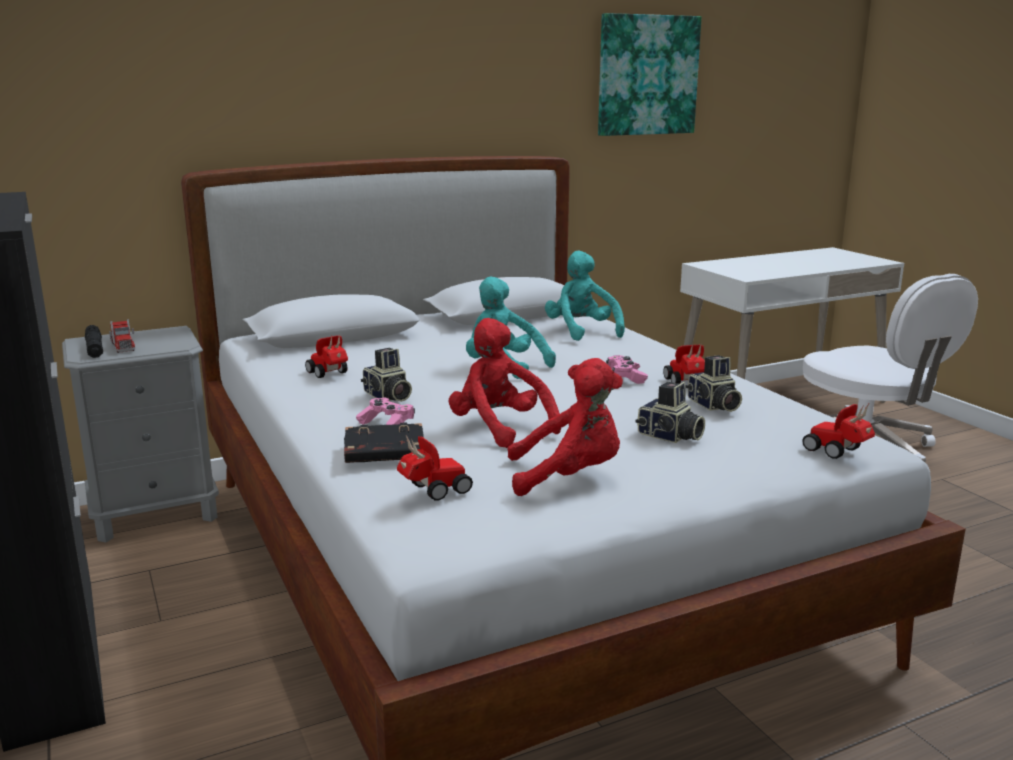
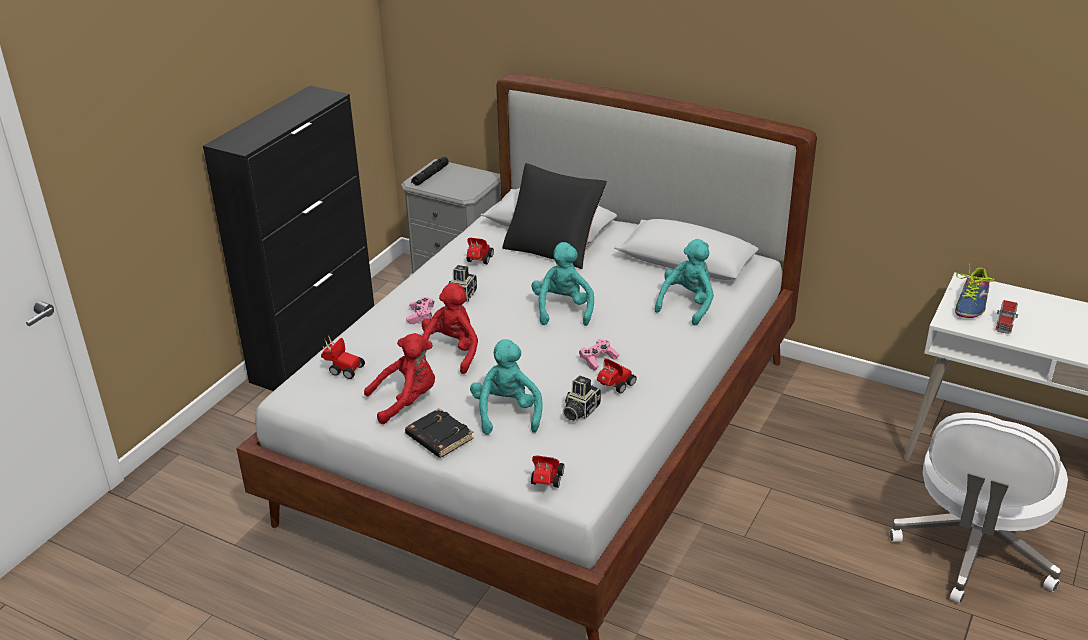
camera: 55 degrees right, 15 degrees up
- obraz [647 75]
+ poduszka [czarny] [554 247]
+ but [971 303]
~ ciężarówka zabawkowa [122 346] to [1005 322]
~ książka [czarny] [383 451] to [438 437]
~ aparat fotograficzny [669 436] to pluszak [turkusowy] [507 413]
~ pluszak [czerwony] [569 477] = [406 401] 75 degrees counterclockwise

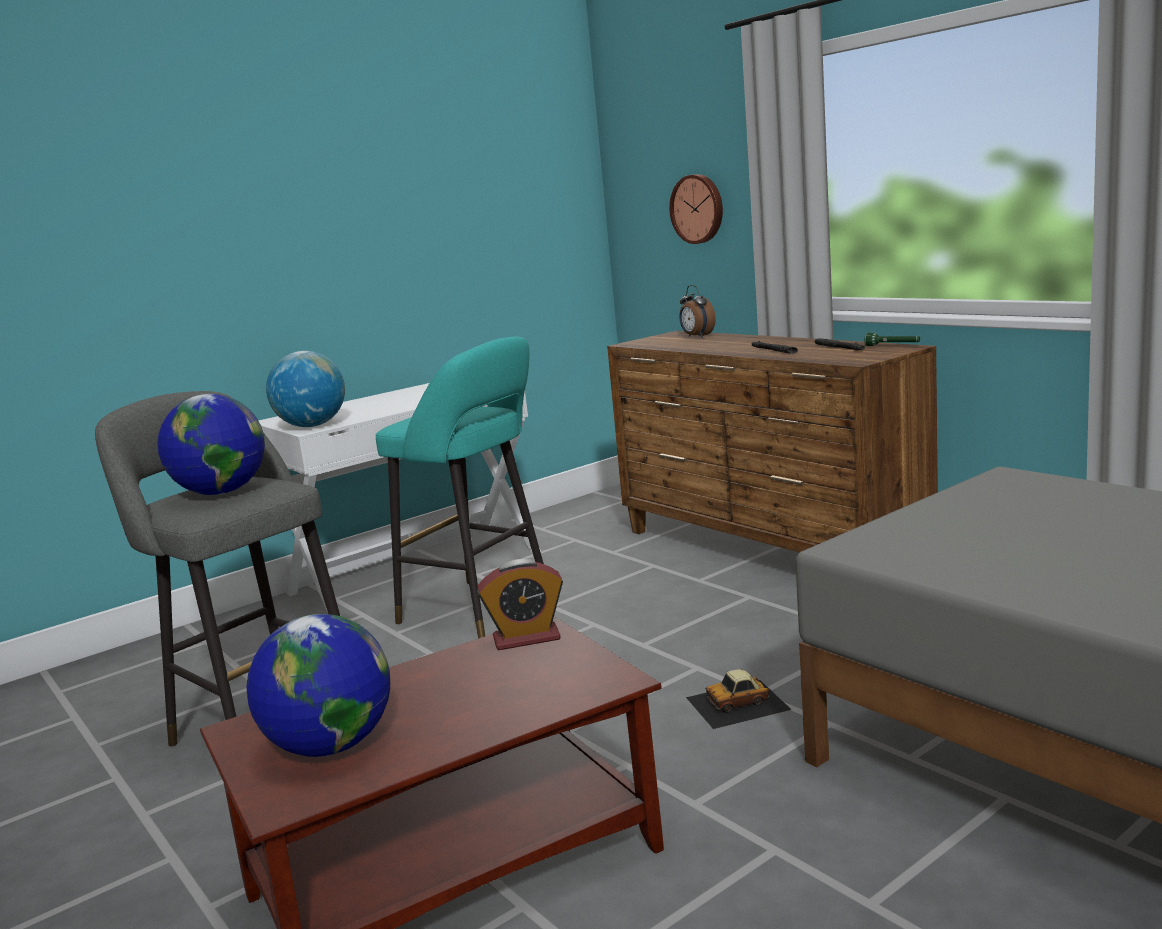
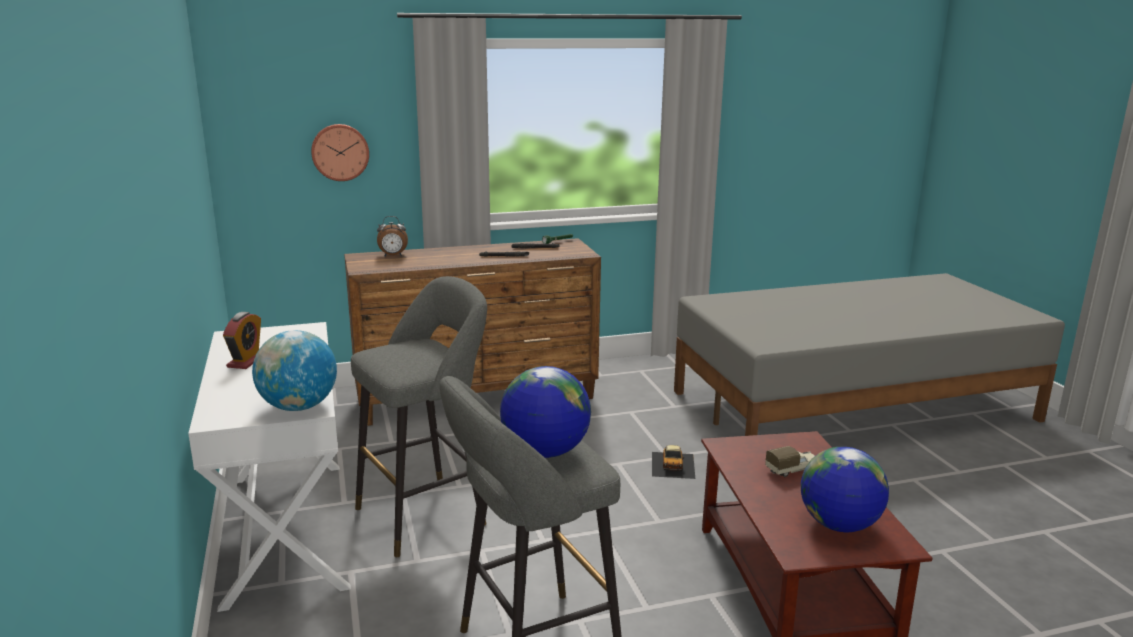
camera: 70 degrees left, 5 degrees up
+ ciężarówka zabawkowa [793 469]
~ budzik [526 638] to [246 361]
~ stołek [turkusowy] [482 610] to stołek [szary] [427 514]

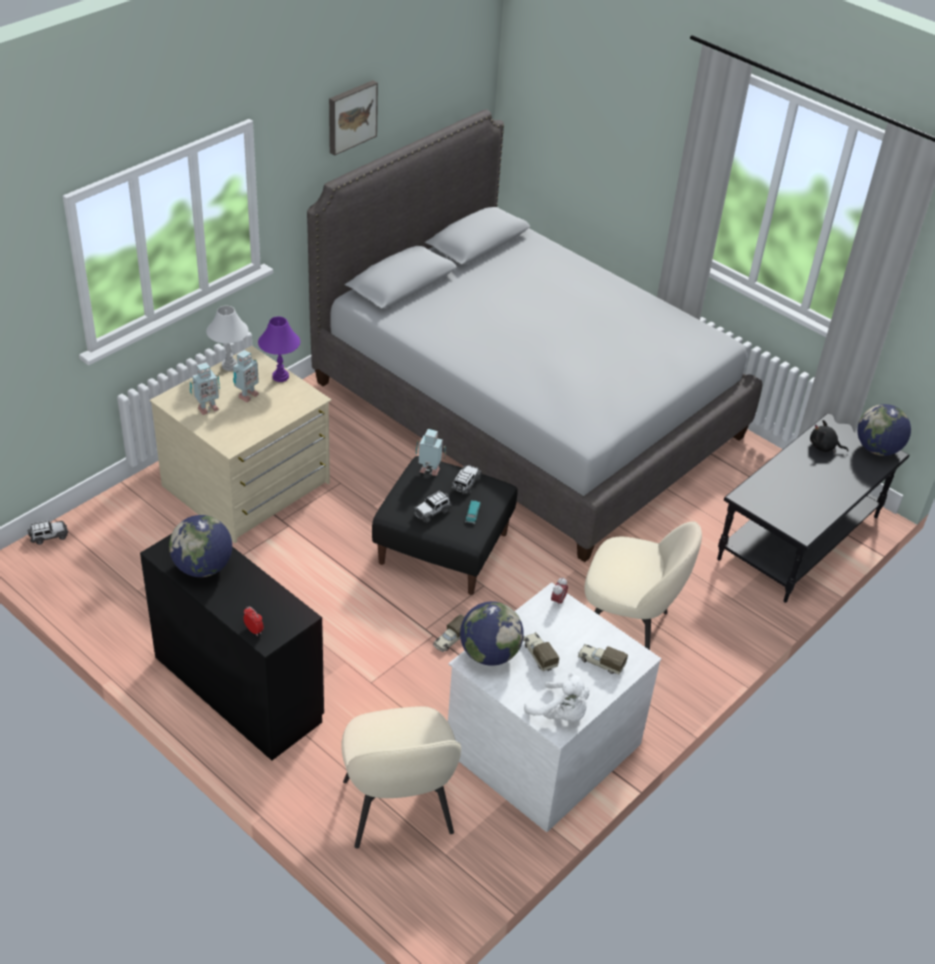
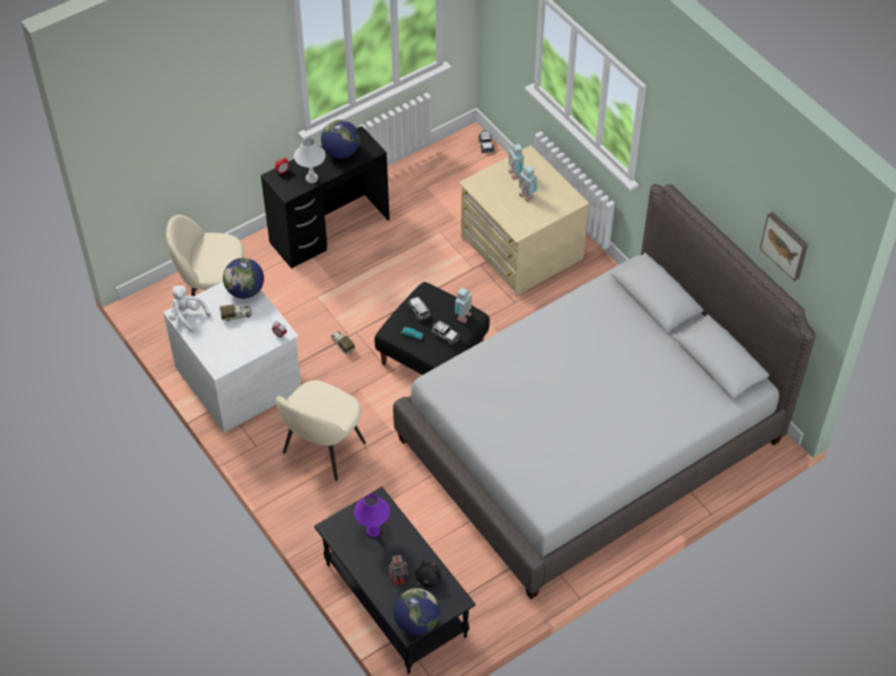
camera: 105 degrees right, 10 degrees up
- ciężarówka zabawkowa [600 663]
+ robot zabawkowy [399 578]
~ lampa stołowa [biały] [230 366] to [311 178]
~ lampa stołowa [fioletowy] [280 376] to [373 531]
~ obraz [351 116] to [786 245]
~ pluszak [biały] [560 714] = [187 317] 75 degrees clockwise

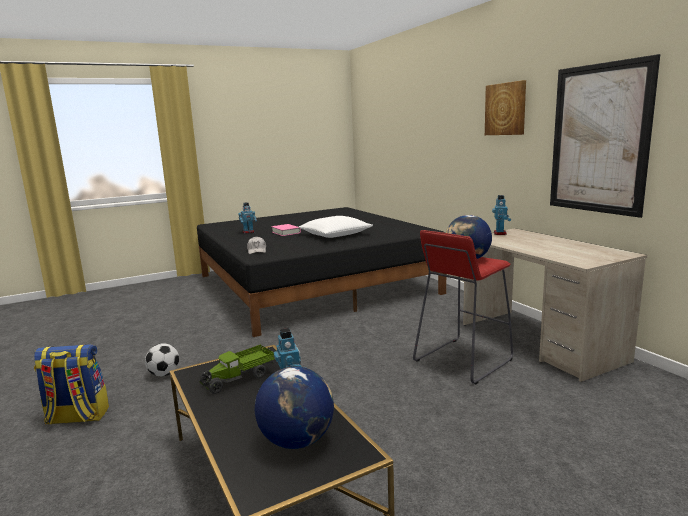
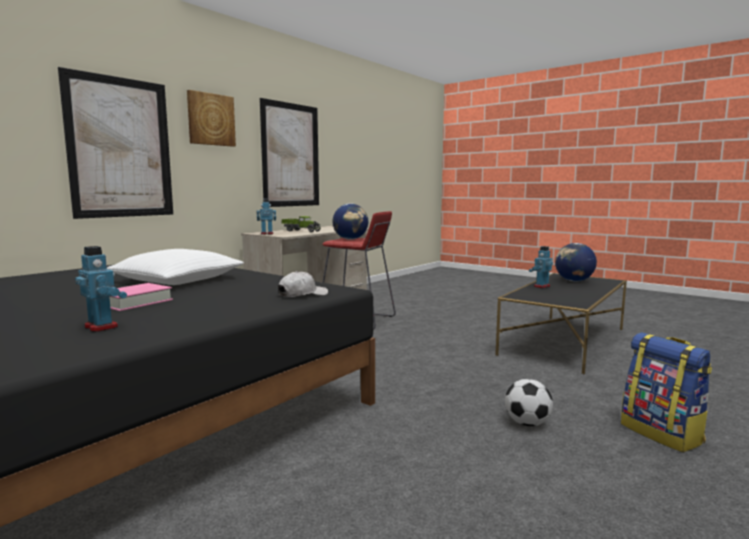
camera: 115 degrees left, 5 degrees down
+ obraz [120 148]
~ ciężarówka zabawkowa [239 379] to [301 231]

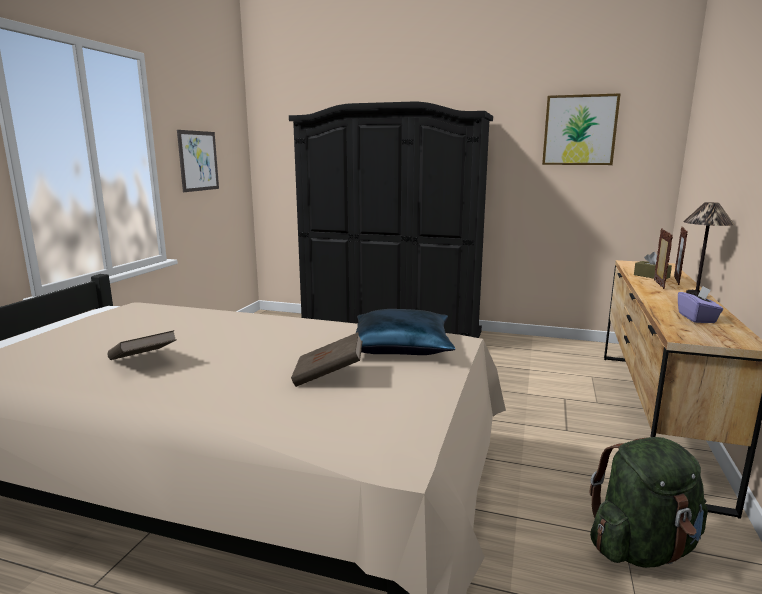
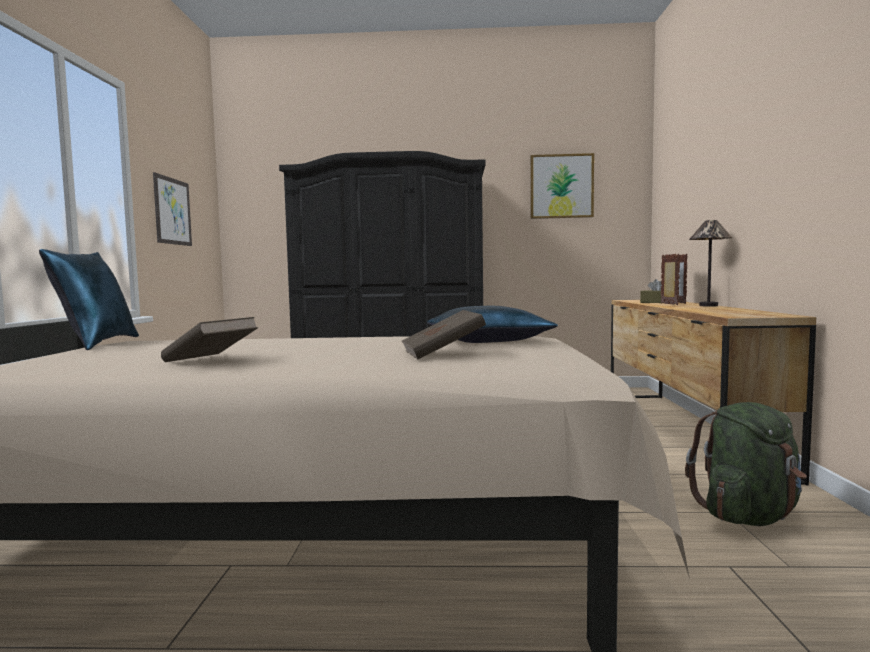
camera: 15 degrees left, 10 degrees down
- pudełko chusteczek [fioletowy] [697 318]
+ poduszka [niebieski] [97 344]

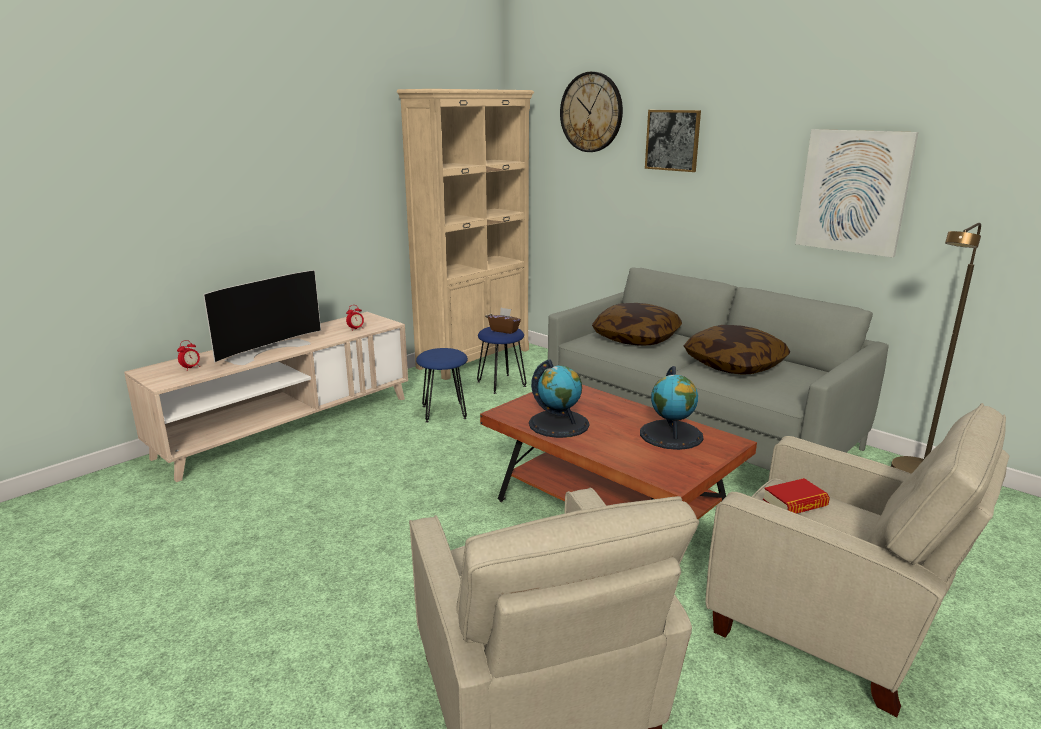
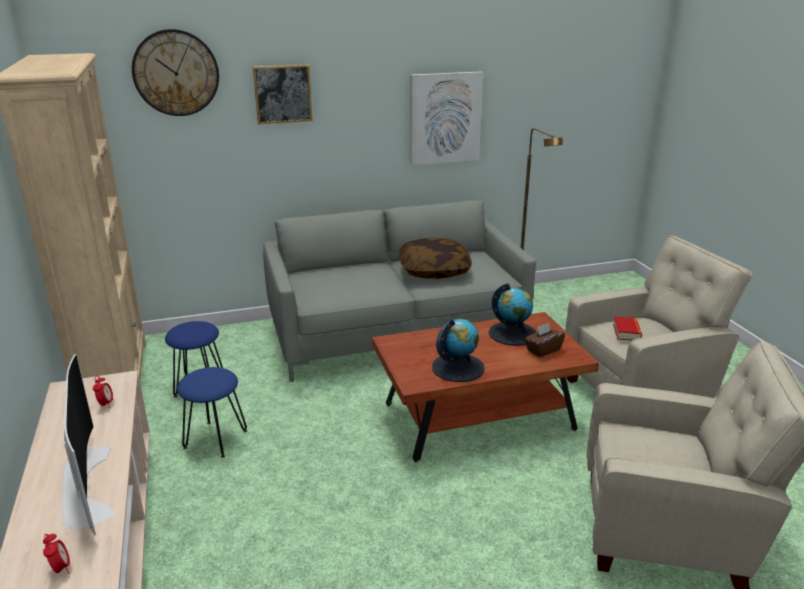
camera: 60 degrees left, 5 degrees up
- poduszka [636 338]
~ pudełko chusteczek [brązowy] [504 330] to [543 350]

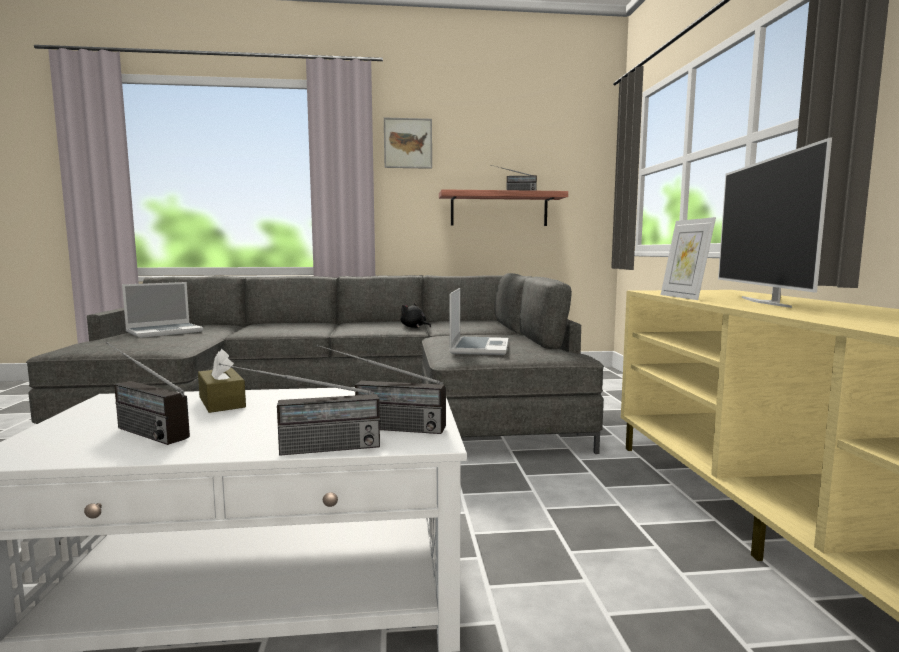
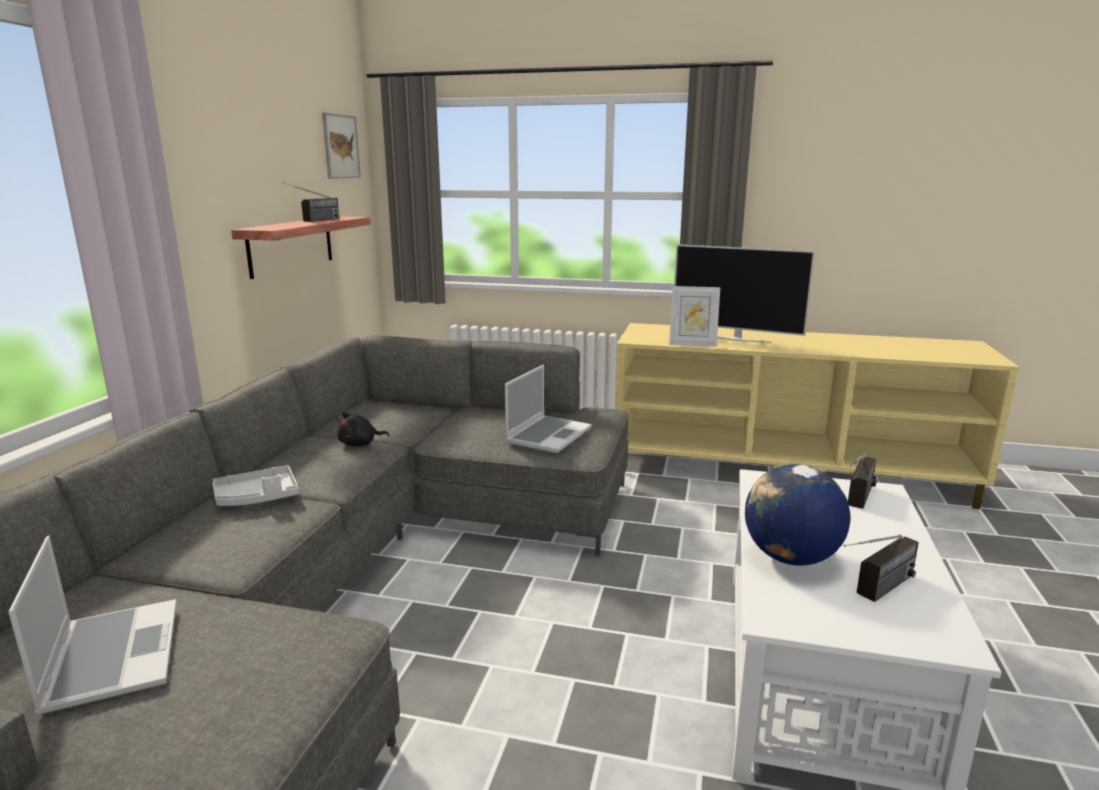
camera: 70 degrees left, 10 degrees up
- radio [303 450]
+ taca [szary] [257 497]
~ obraz [408 143] to [341 146]
~ pudełko chusteczek [brązowy] [222 402] to globus [790 558]
~ laptop [478 347] = [548 435] 90 degrees clockwise

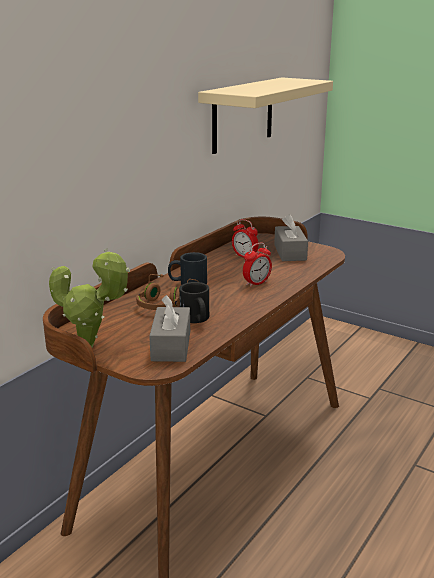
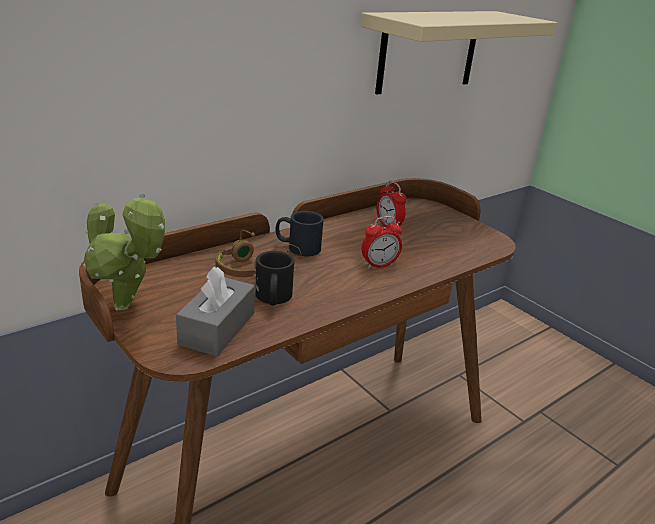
camera: 15 degrees right, 5 degrees up
- pudełko chusteczek [szary] [290 252]

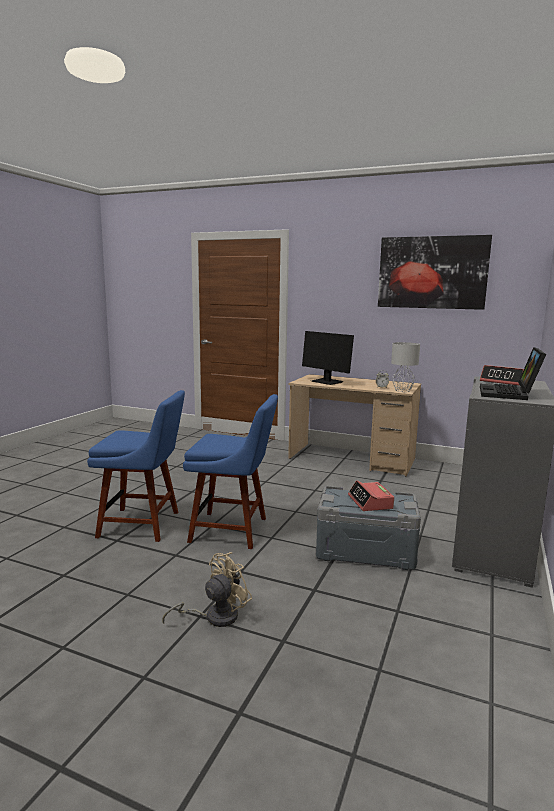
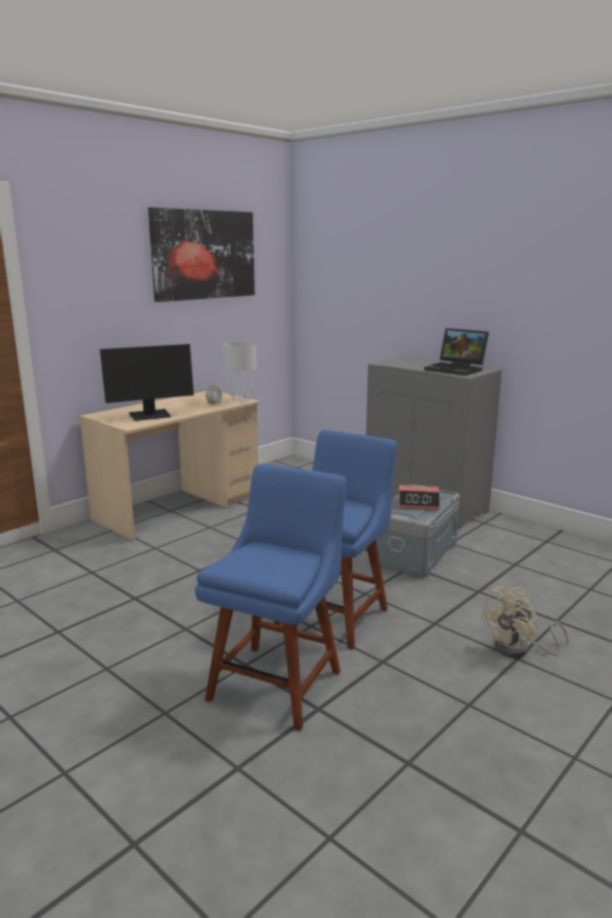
camera: 70 degrees left, 5 degrees up
- budzik [504 382]
~ wentylator [beżowy] [214 617] = [519 650] 105 degrees counterclockwise

